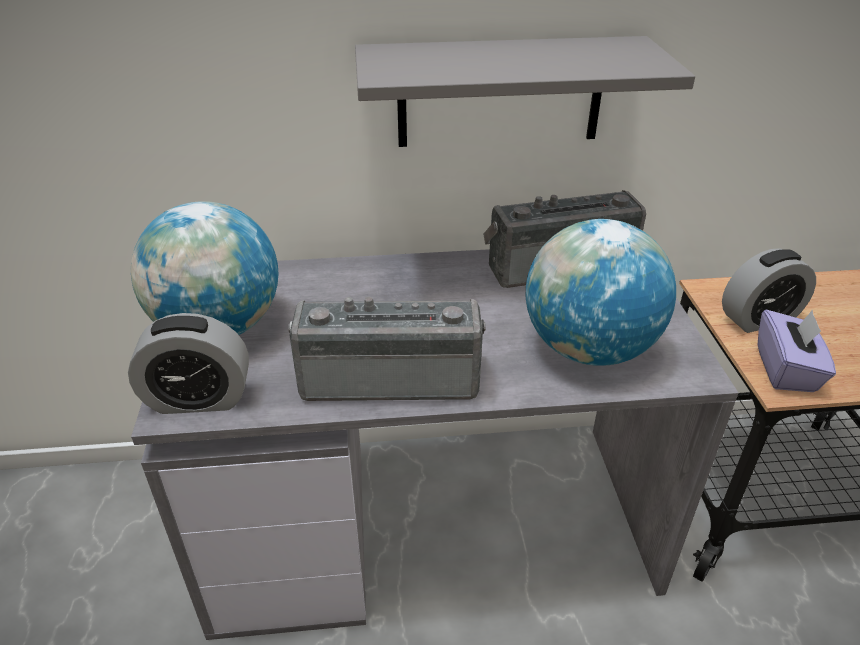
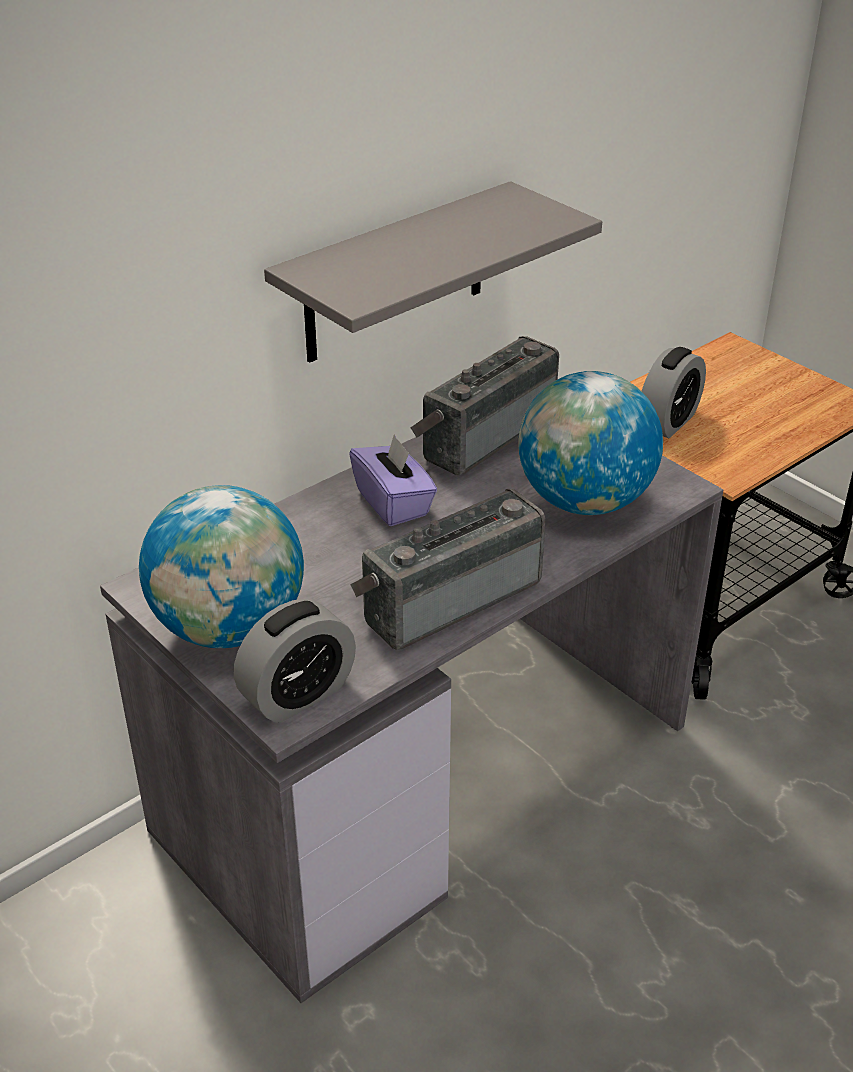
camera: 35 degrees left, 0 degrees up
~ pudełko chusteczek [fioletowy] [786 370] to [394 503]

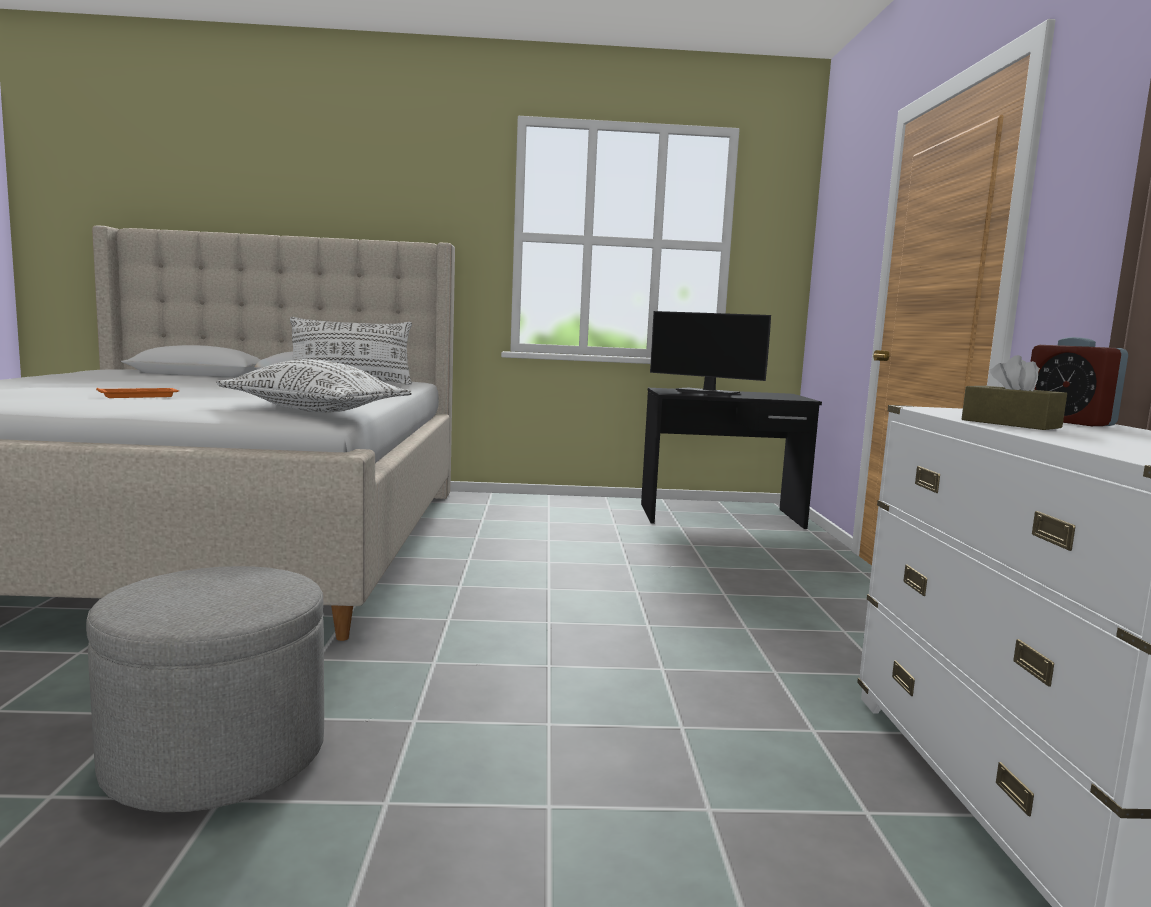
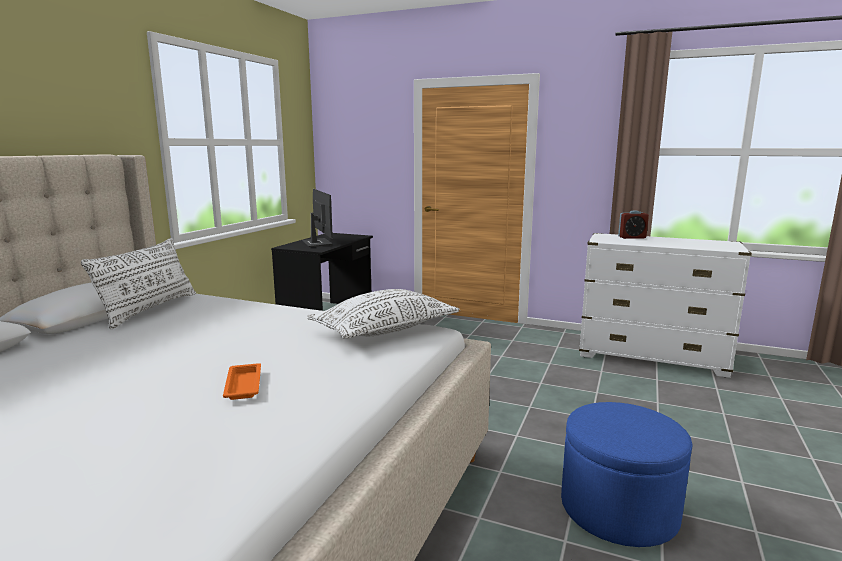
camera: 65 degrees left, 5 degrees up
- pudełko chusteczek [brązowy] [1010 424]
~ pufa [szary] [216 755] to pufa [niebieski] [618 510]
~ monitor [709 392] = [316 243] 75 degrees counterclockwise

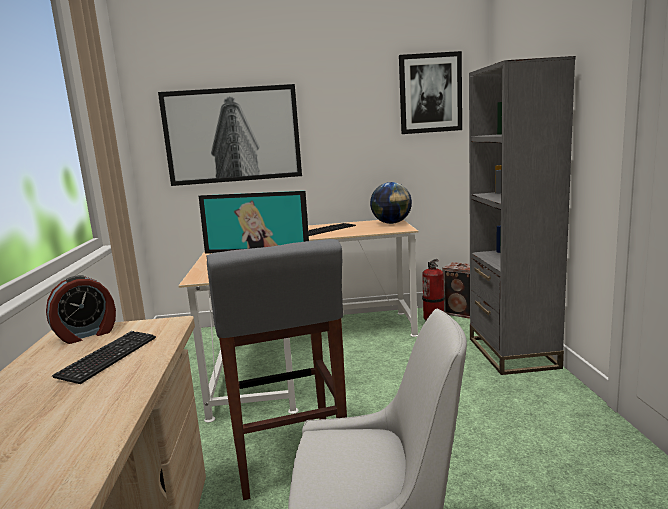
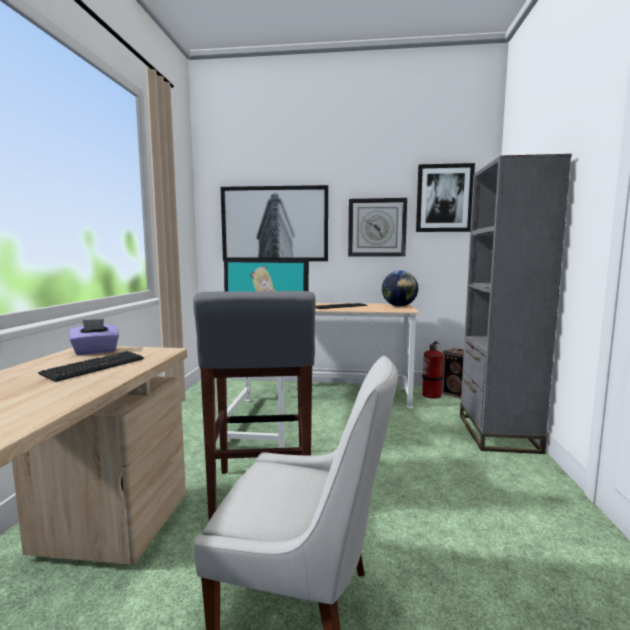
camera: 10 degrees right, 5 degrees down
+ zegar ścienny [377 227]
~ budzik [86 334] to pudełko chusteczek [fioletowy] [96 351]

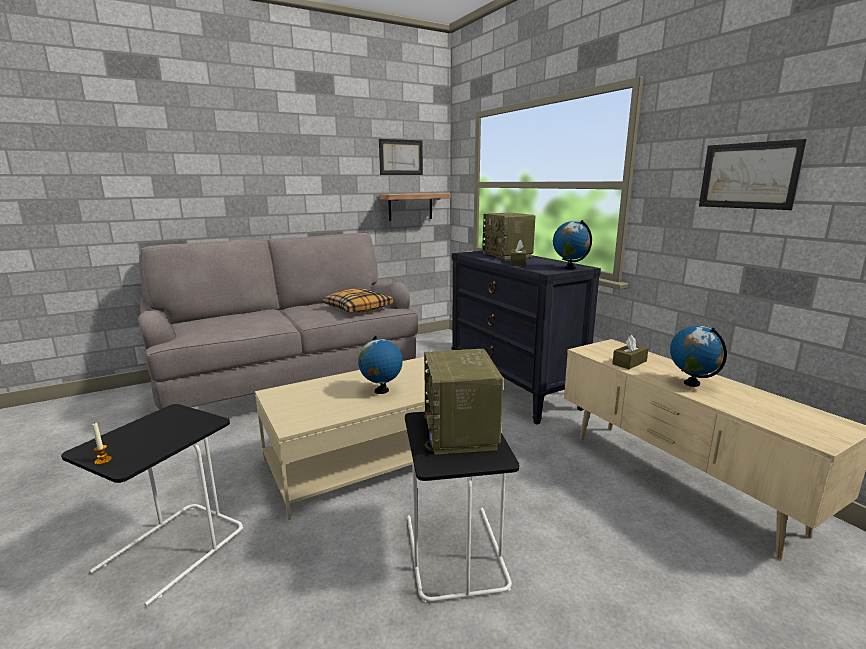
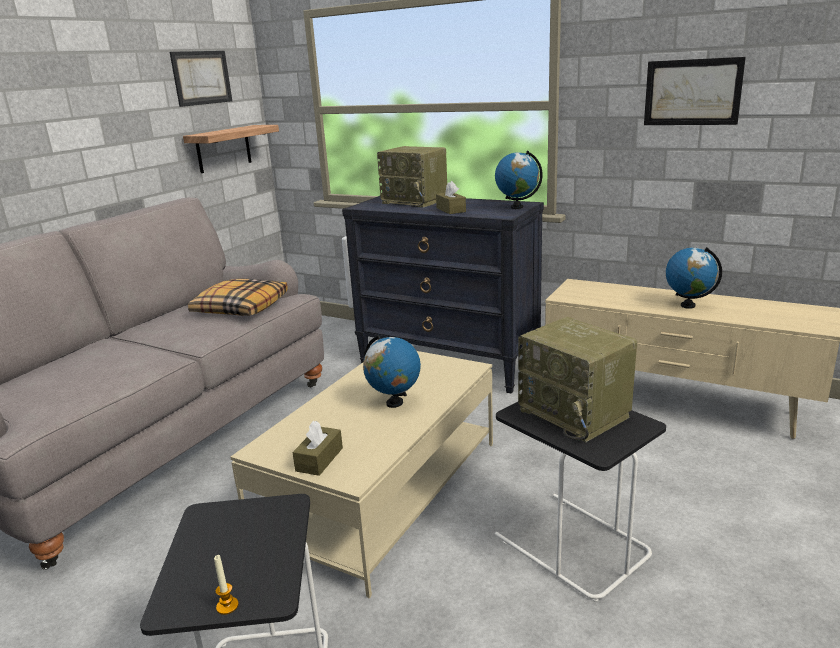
camera: 30 degrees left, 5 degrees up
~ pudełko chusteczek [brązowy] [629 363] to [319 459]

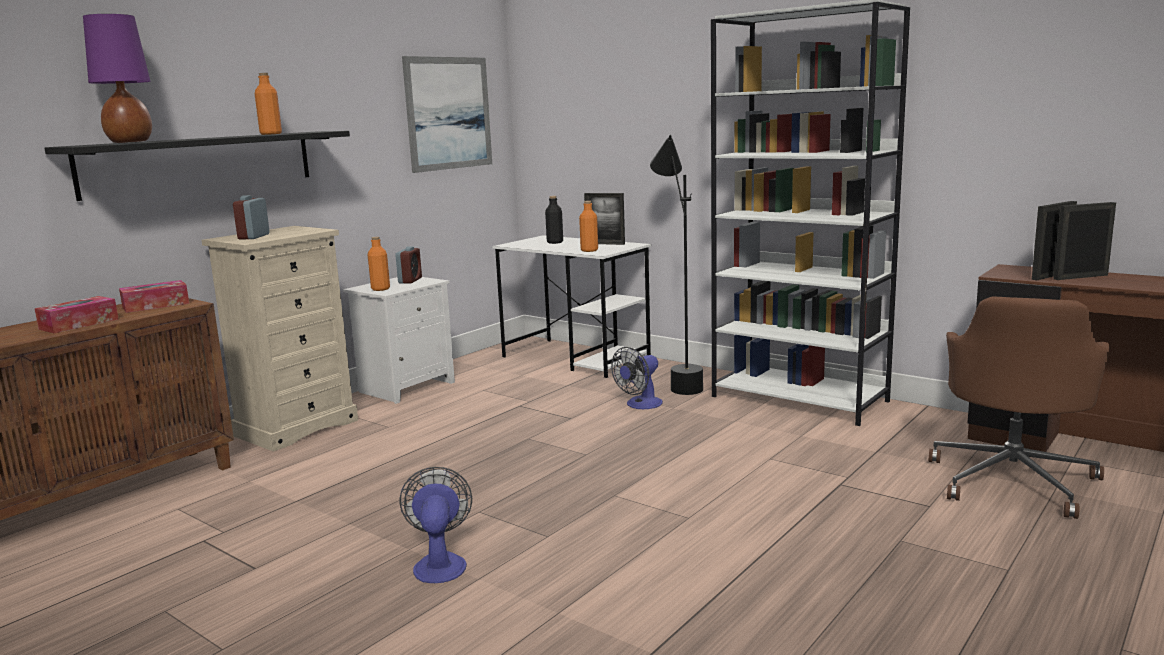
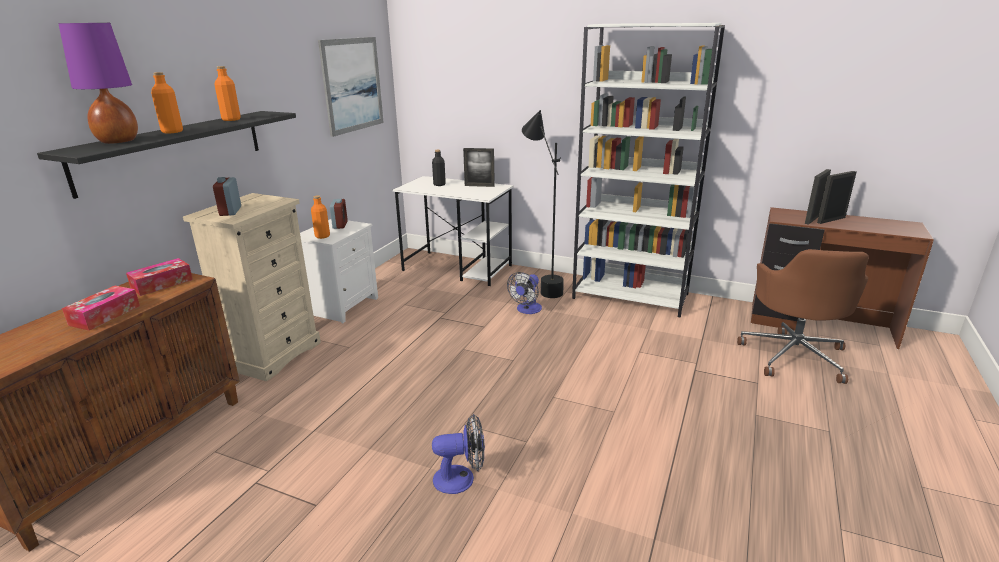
camera: 15 degrees left, 10 degrees up
~ butelka [pomarańczowy] [589 250] to [172 132]
~ wentylator [440 563] = [461 478] 105 degrees clockwise

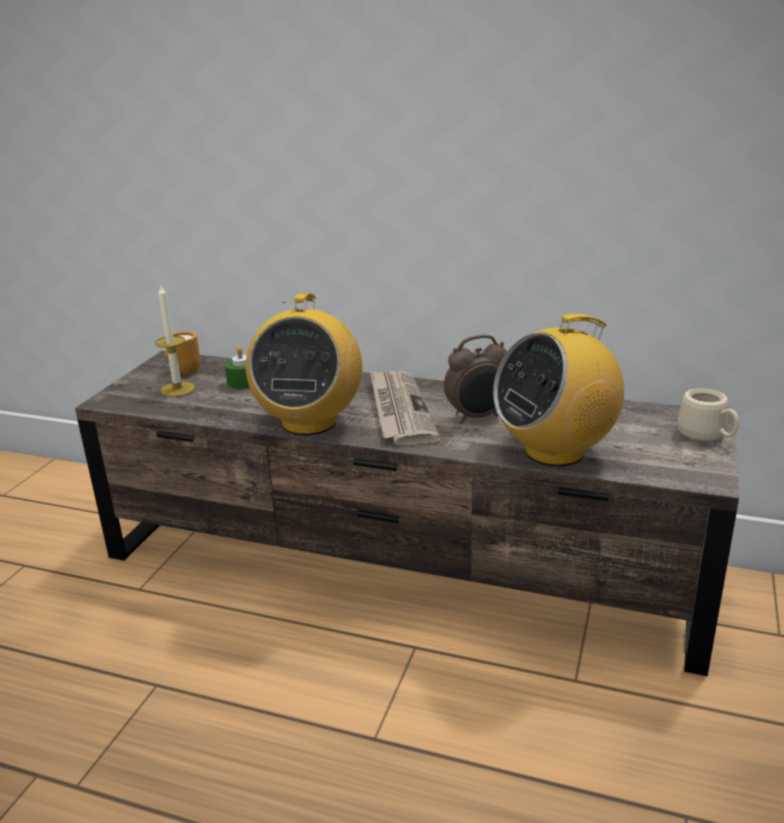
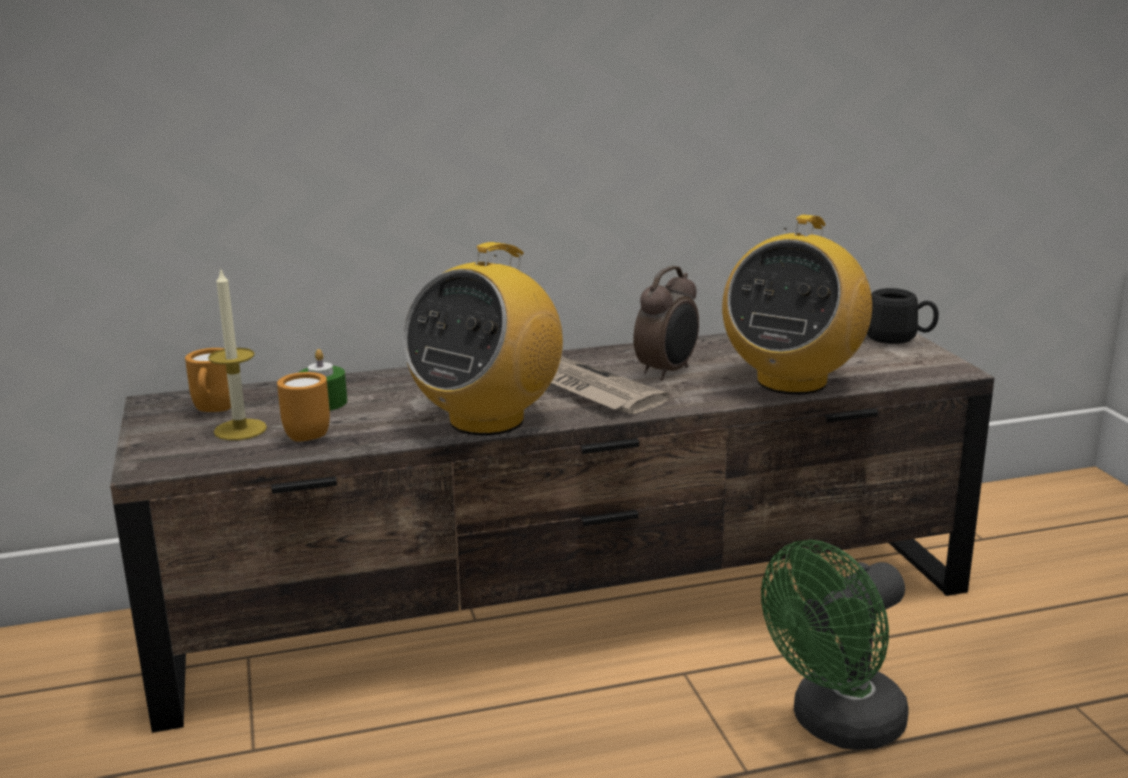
camera: 35 degrees left, 5 degrees down
+ kubek [pomarańczowy] [305 434]
+ wentylator [zielony] [836 726]
~ kubek [beżowy] [707 437] to kubek [czarny] [899 339]
~ radio [309 422] = [487 420] 60 degrees clockwise

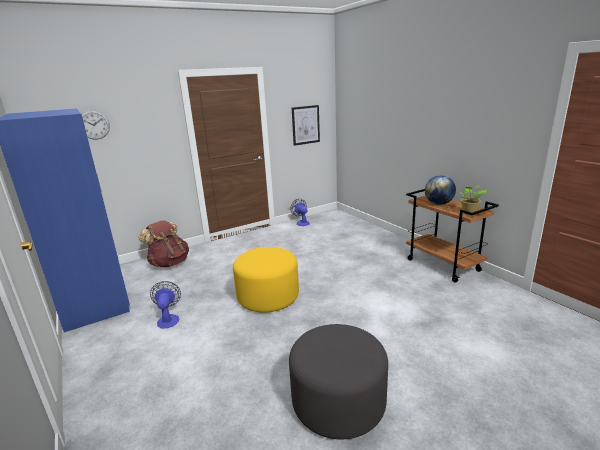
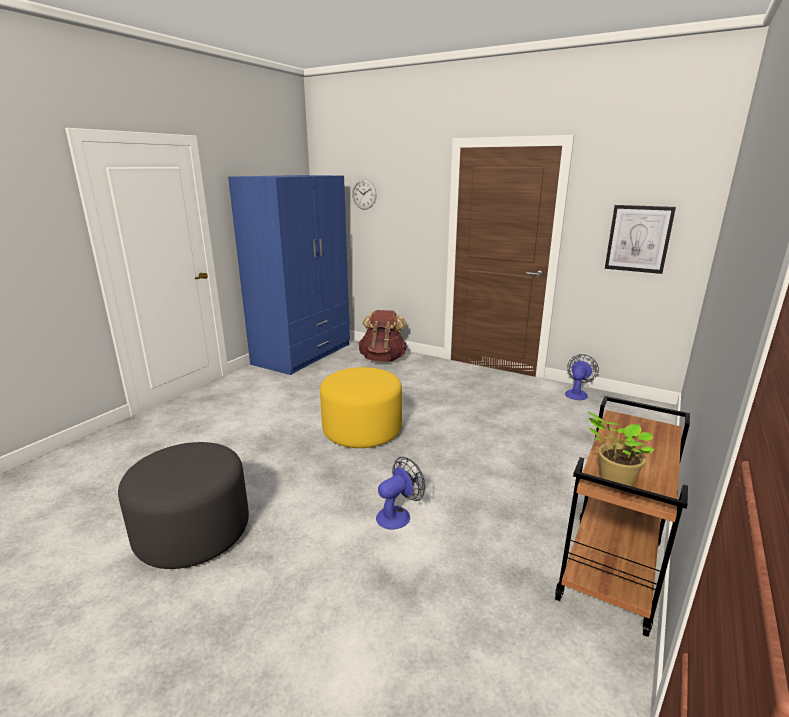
camera: 60 degrees right, 0 degrees up
- globus [438 204]
~ wentylator [168 319] to [398 514]

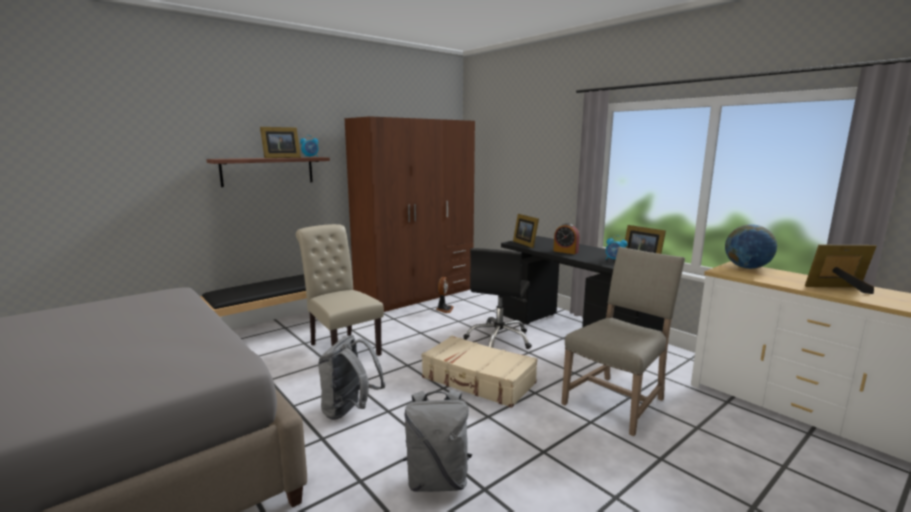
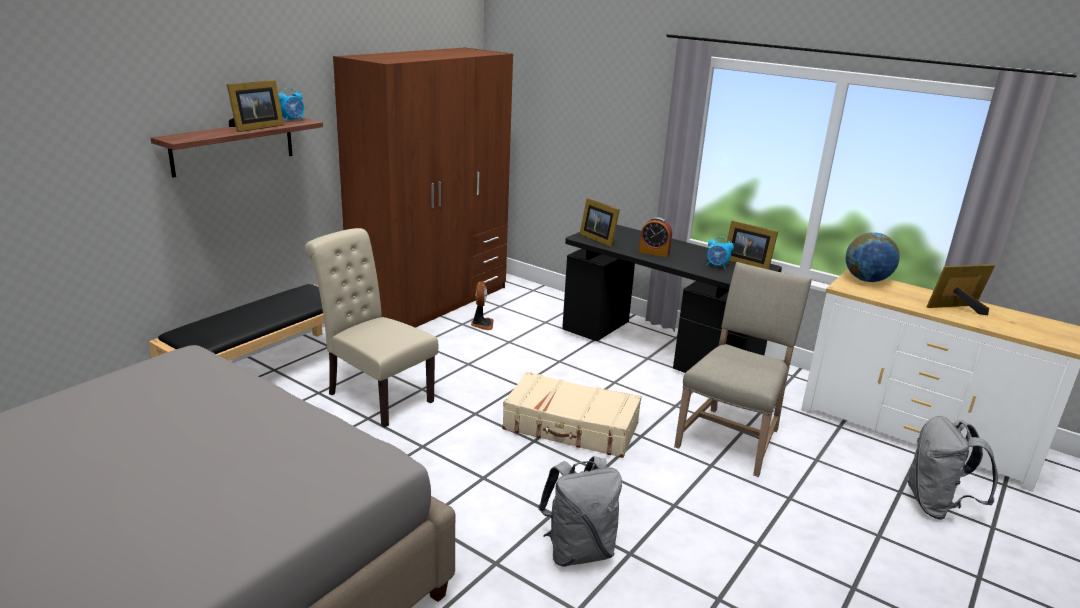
camera: 15 degrees left, 10 degrees up
- krzesło biurowe [czarny] [499 339]
~ plecak [szary] [349 411] to [937 505]

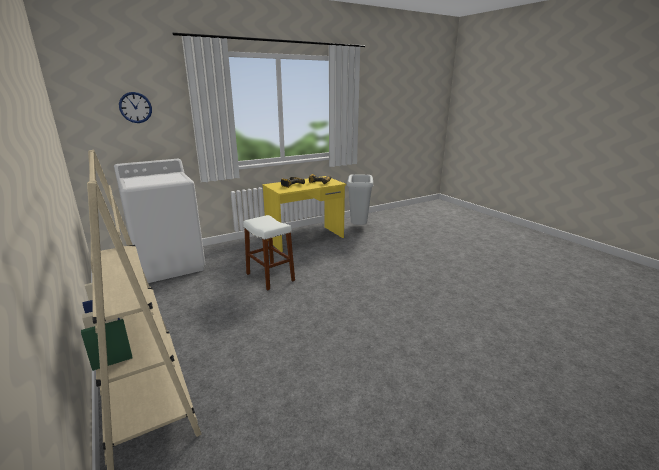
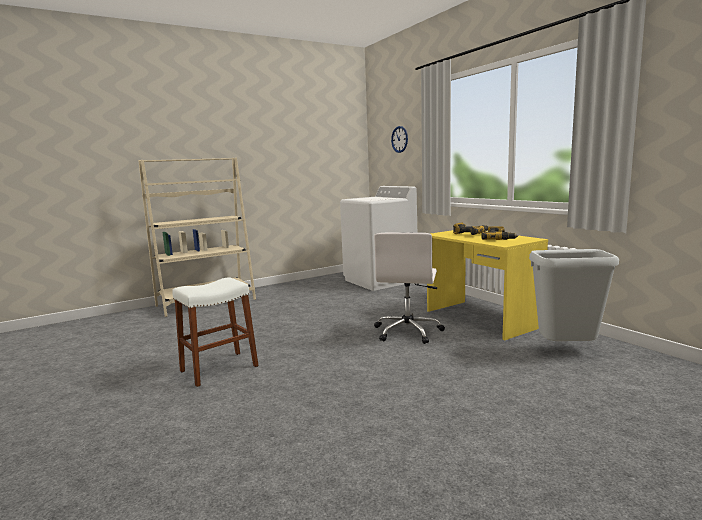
camera: 90 degrees right, 10 degrees down
+ krzesło biurowe [biały] [408 331]
~ stołek [biały] [270 277] to [219 368]

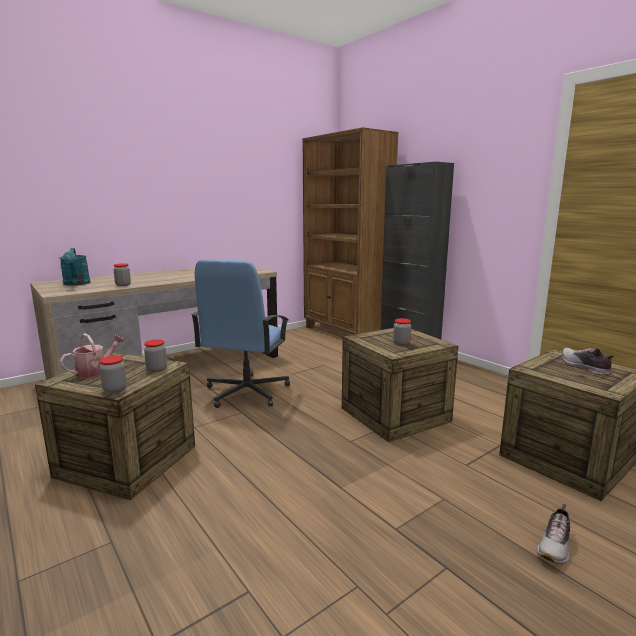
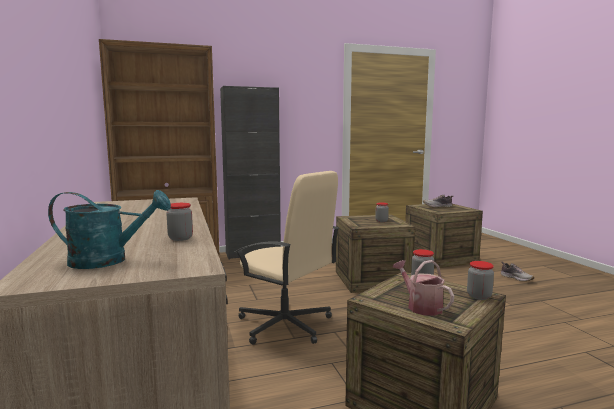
camera: 70 degrees left, 5 degrees down
~ krzesło biurowe [niebieski] [246 392] to krzesło biurowe [beżowy] [285 325]

